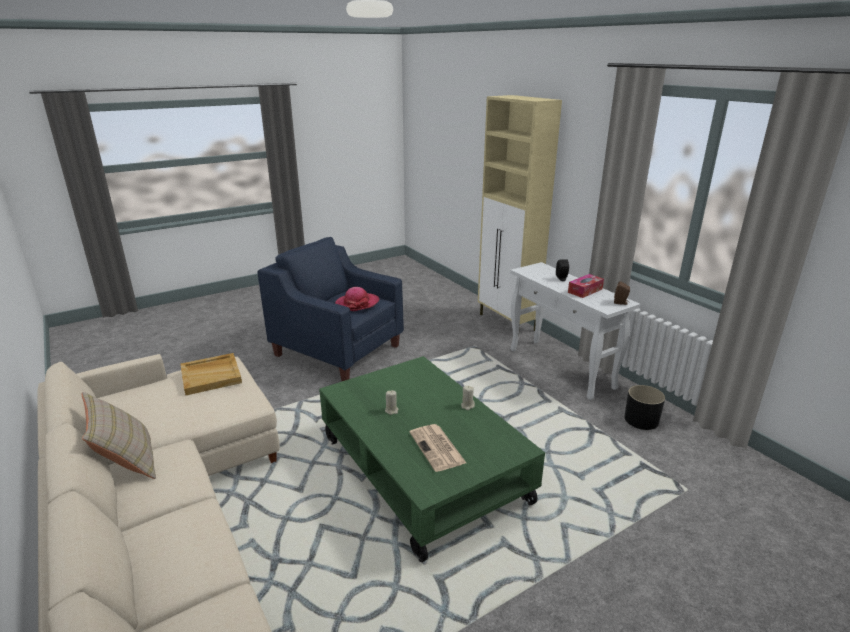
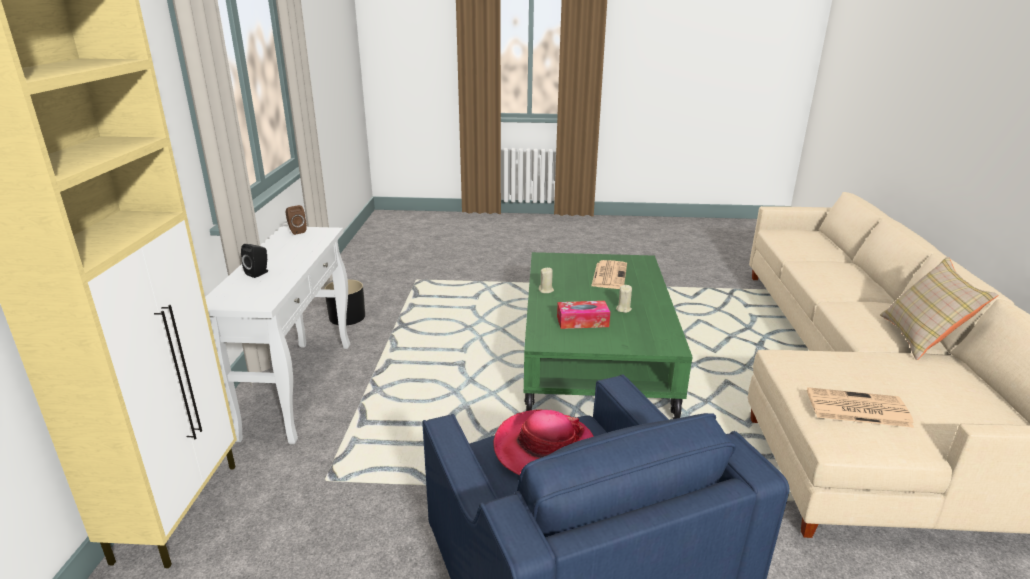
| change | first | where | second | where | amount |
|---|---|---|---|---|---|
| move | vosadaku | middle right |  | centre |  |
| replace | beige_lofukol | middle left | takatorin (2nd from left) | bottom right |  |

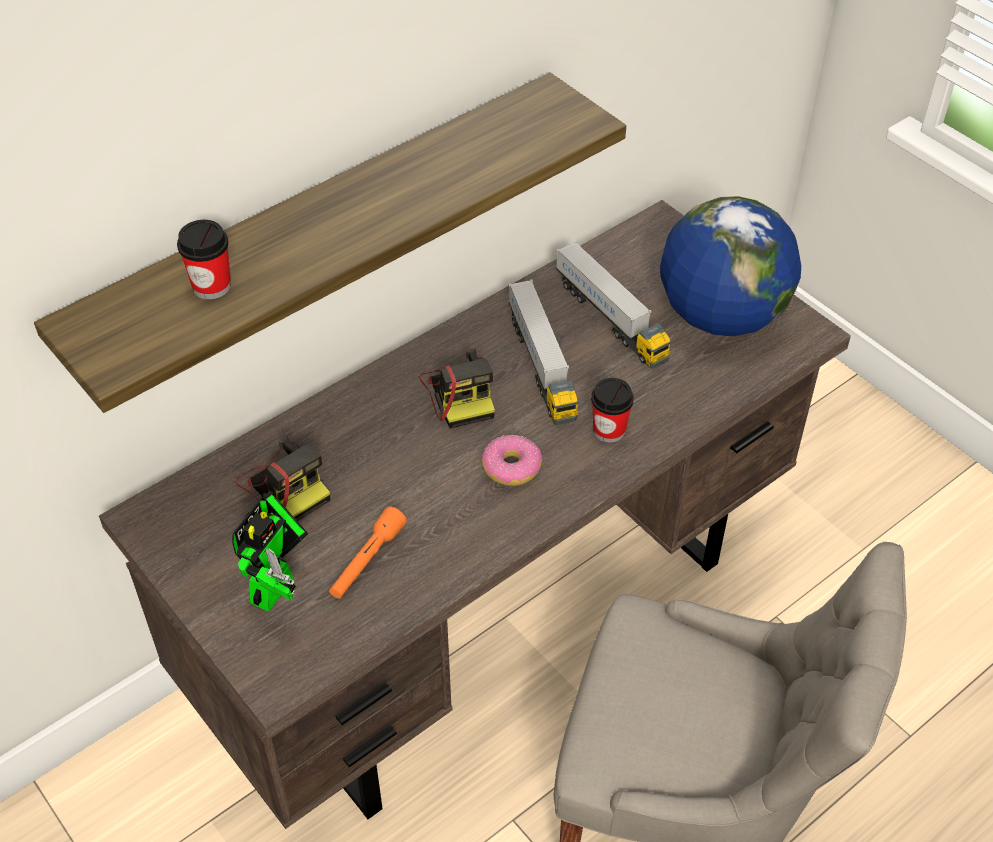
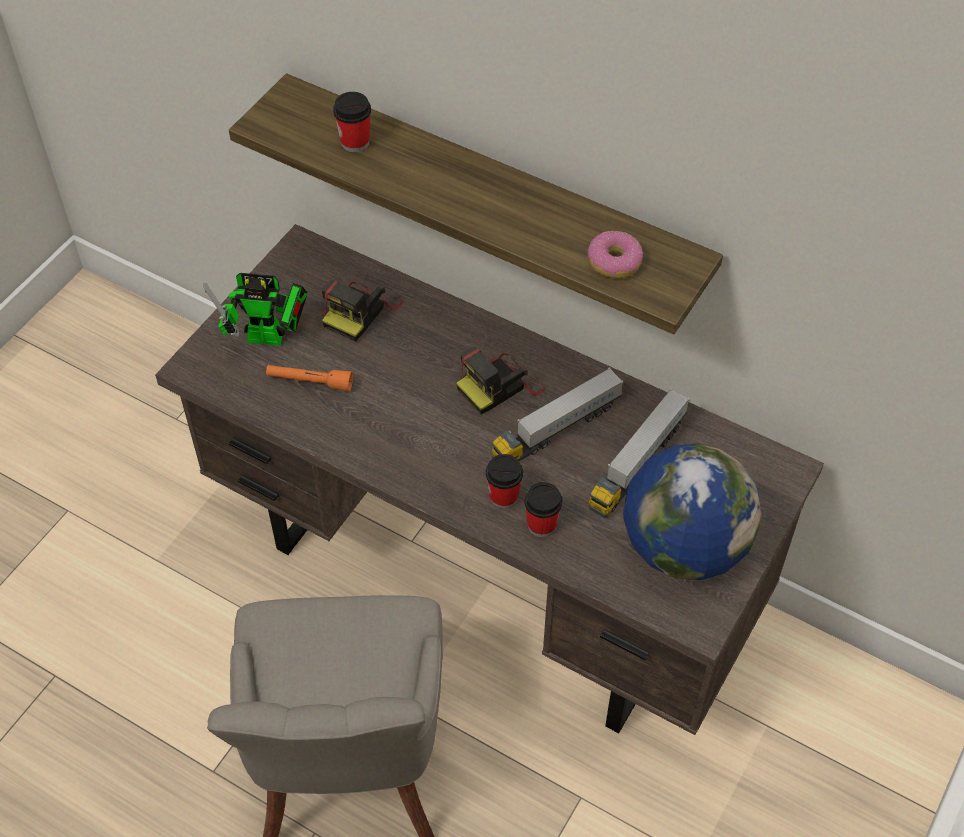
| change | first | where | second | where | amount |
|---|---|---|---|---|---|
| insert |  |  | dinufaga (3rd from left) | centre |  |
| move | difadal | centre |  | top centre |  |

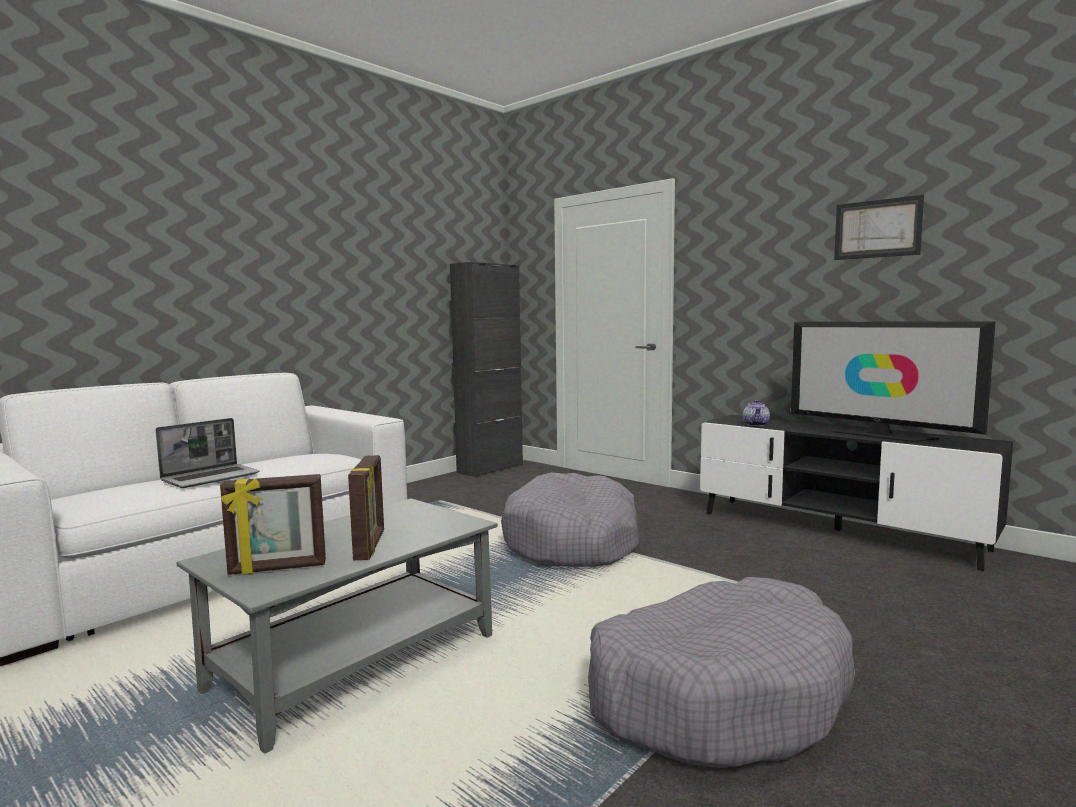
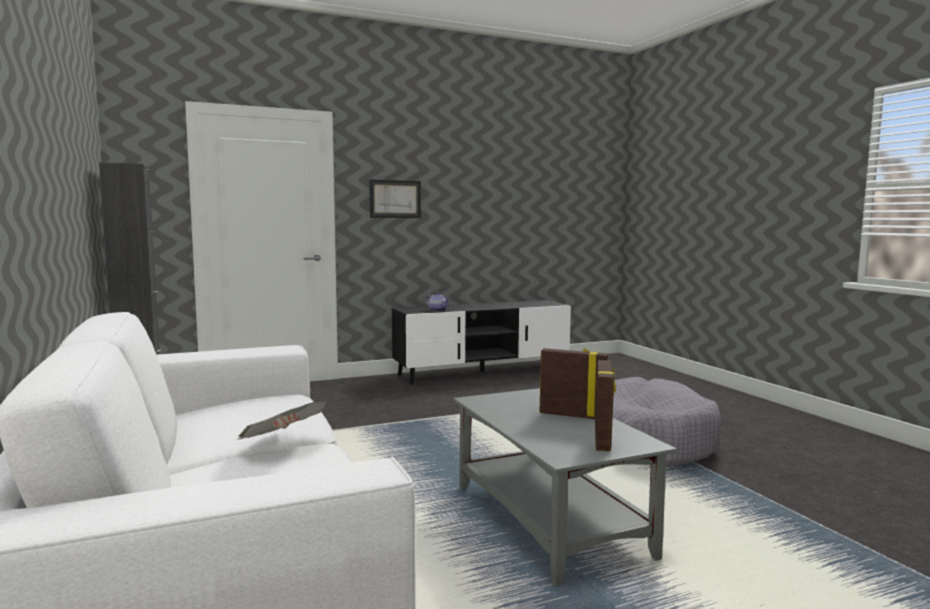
| change | first | where | second | where | amount |
|---|---|---|---|---|---|
| replace | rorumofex | middle left | takatorin | bottom left |  |
| move | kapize | top right |  | top centre |  |
| delete | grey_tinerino (1st from left) | centre |  |  |  |
| delete | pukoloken | middle right |  |  |  |

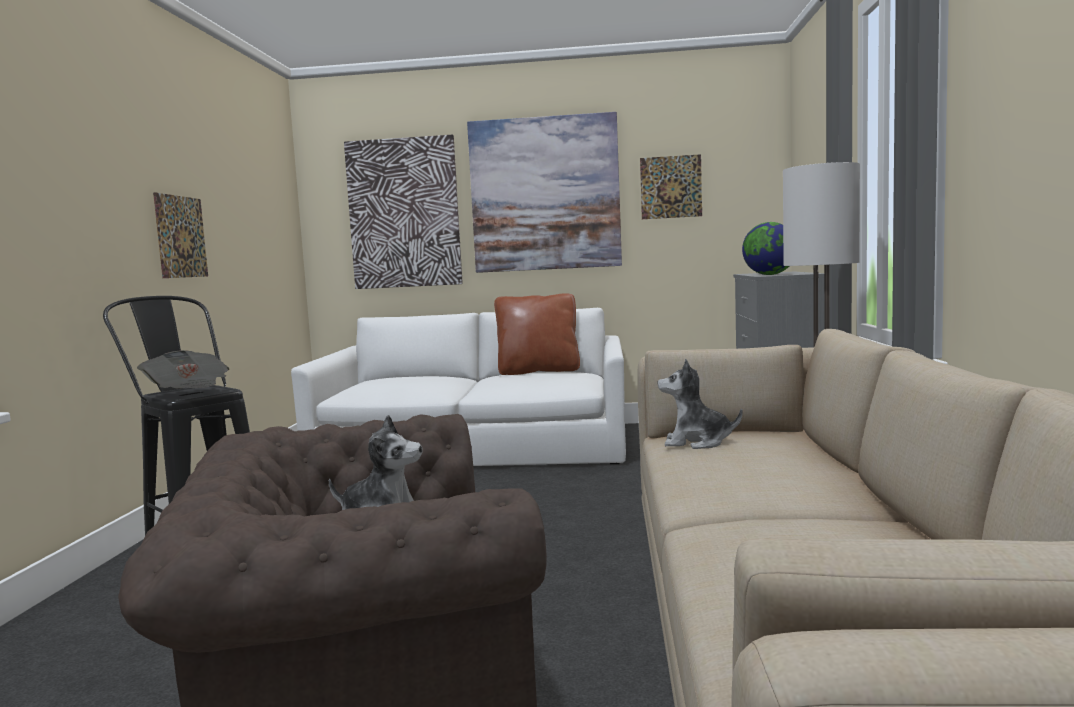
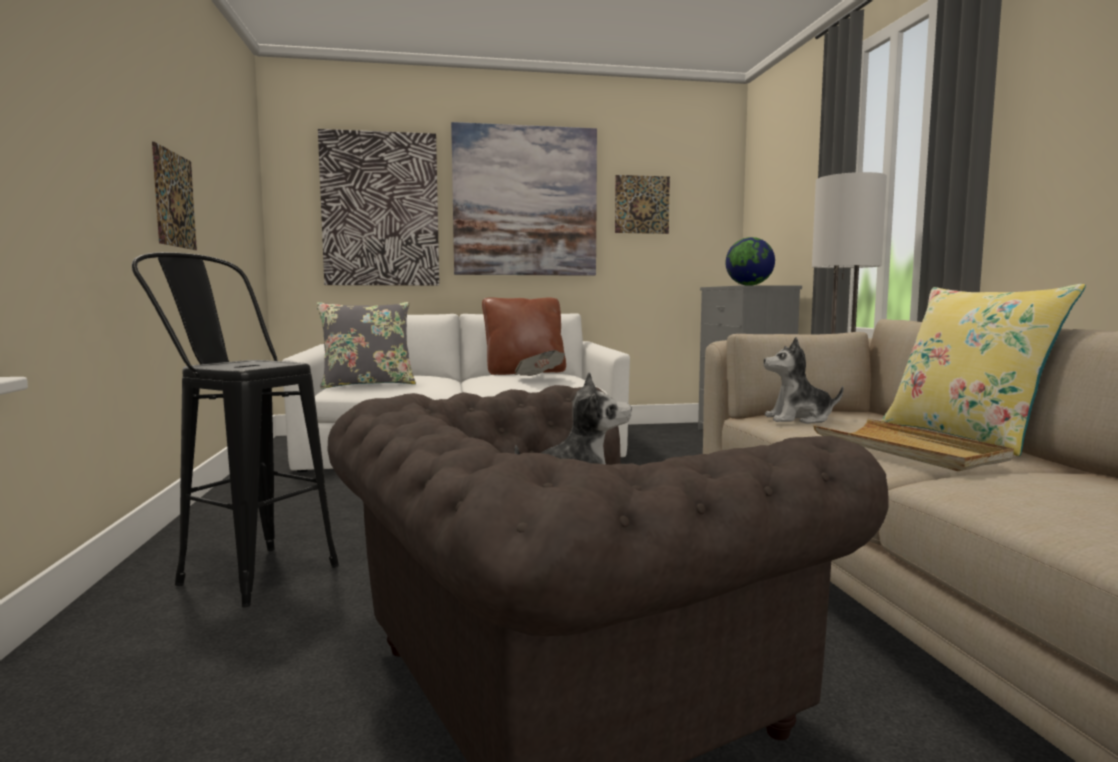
| change | first | where | second | where | amount |
|---|---|---|---|---|---|
| insert |  |  | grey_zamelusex | middle left |  |
| move | takatorin | middle left |  | centre |  |
| insert |  |  | beige_lofukol | middle right |  |
| insert |  |  | yellow_zamelusex | middle right |  |

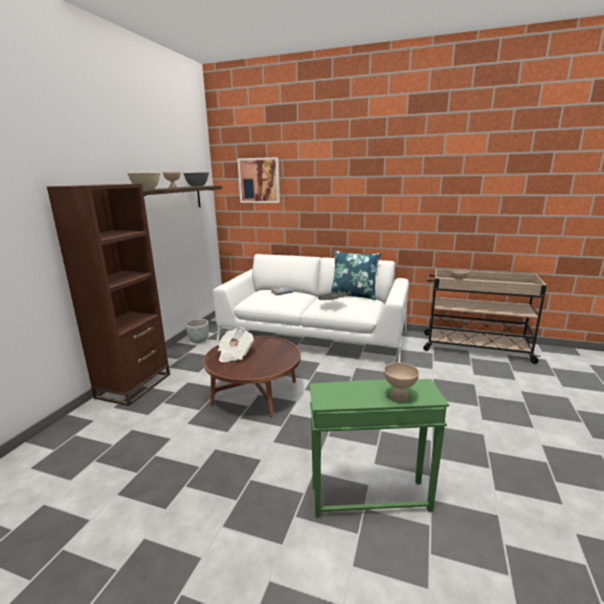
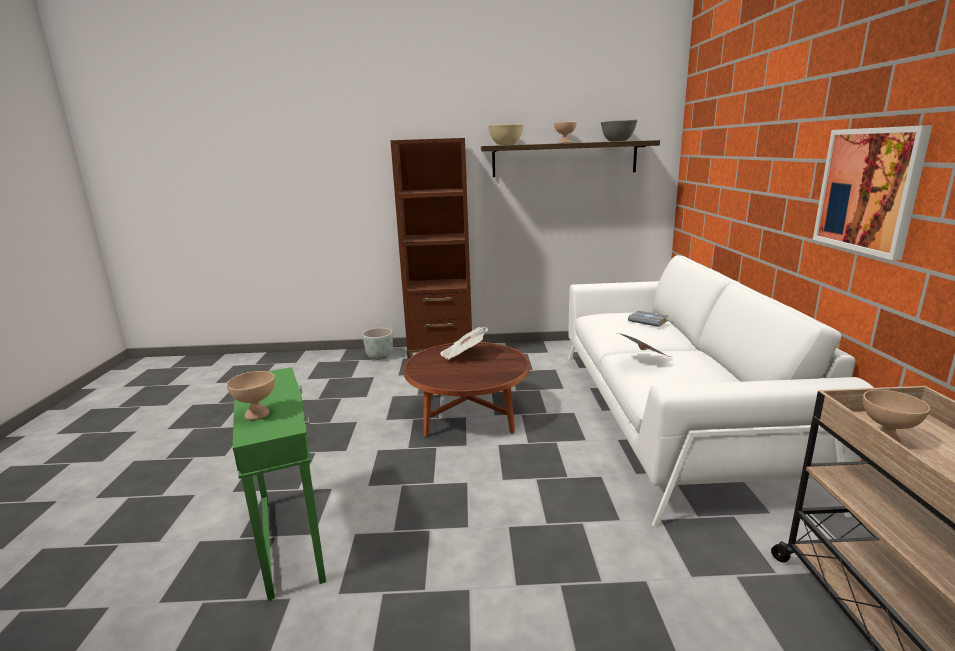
| change | first | where | second | where | amount |
|---|---|---|---|---|---|
| move | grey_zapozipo | middle left |  | centre |  |
| move | kapize | top centre |  | top right |  |
| delete | blue_zamelusex | centre |  |  |  |

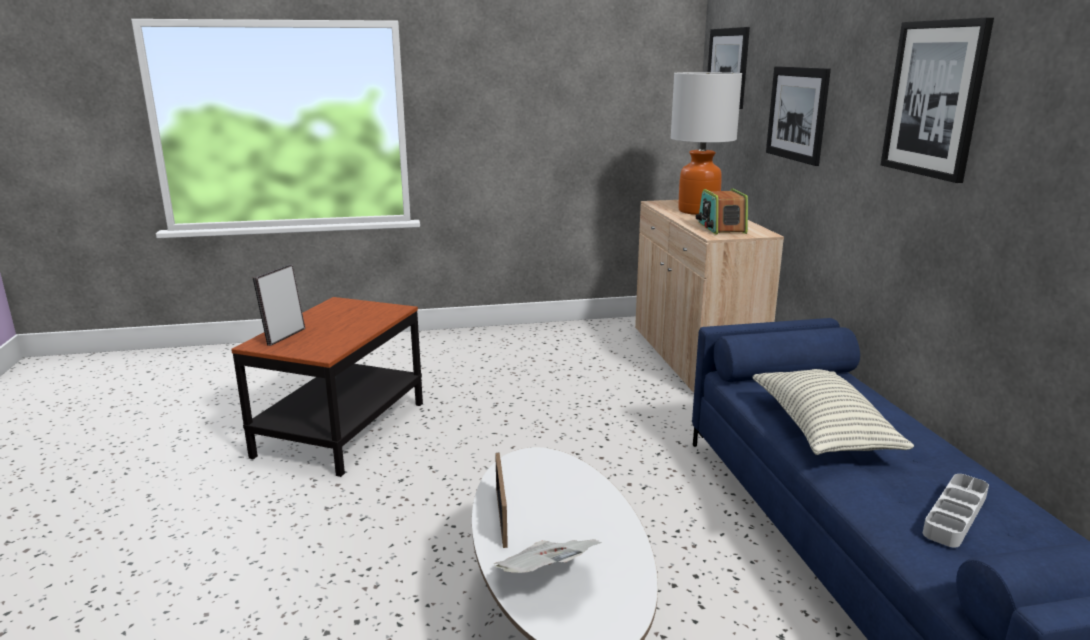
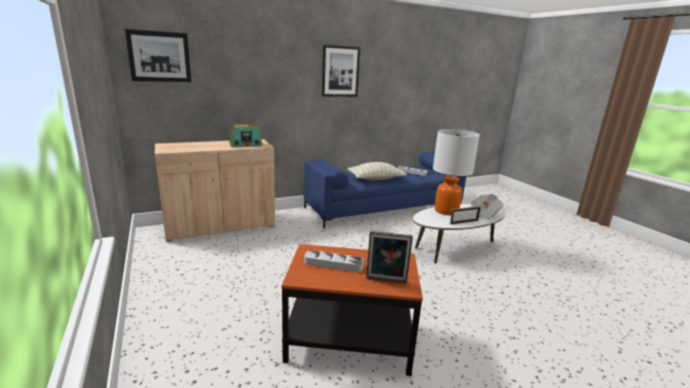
| change | first | where | second | where | amount |
|---|---|---|---|---|---|
| insert |  |  | grey_lofukol (1st from left) | bottom centre |  |
| move | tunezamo | top centre |  | centre |  |
| delete | kapize (2nd from left) | top right |  |  |  |

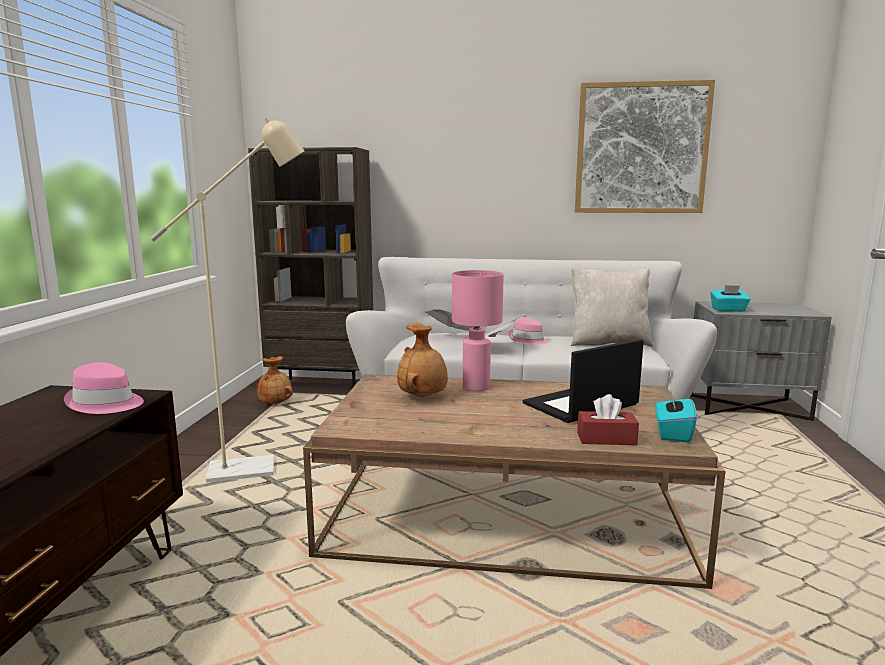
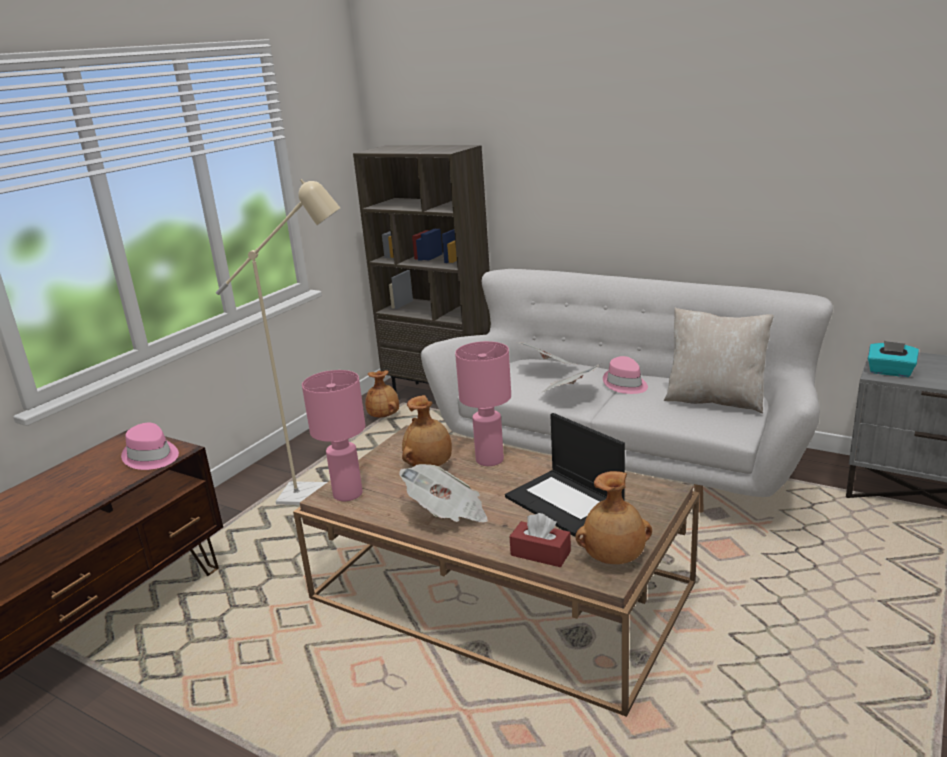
| change | first | where | second | where | amount |
|---|---|---|---|---|---|
| insert |  |  | pink_tunezamo (1st from left) | centre |  |
| insert |  |  | takatorin (1st from left) | centre |  |
| rotate | rorumofex | centre |  | centre | 120 degrees counterclockwise |
| replace | turquoise_vosadaku (1st from left) | middle right | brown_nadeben (3rd from left) | bottom centre |  |
| delete | kapize | top right |  |  |  |

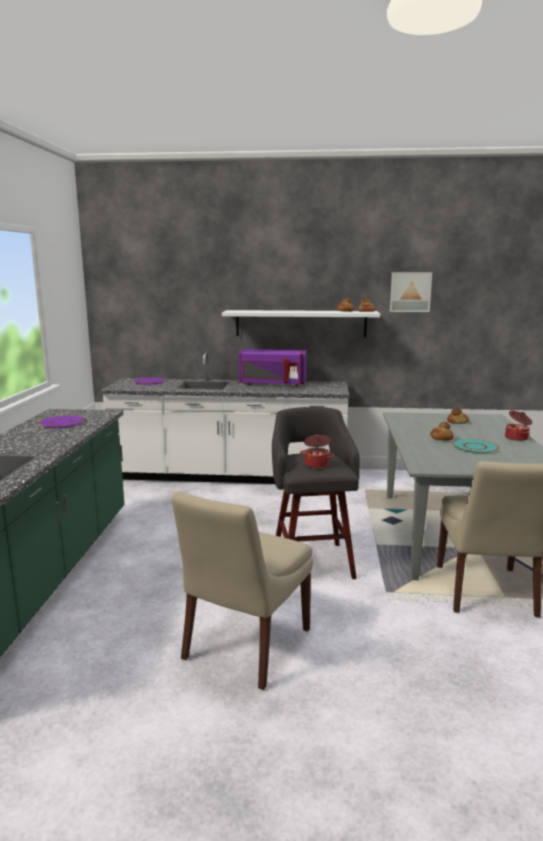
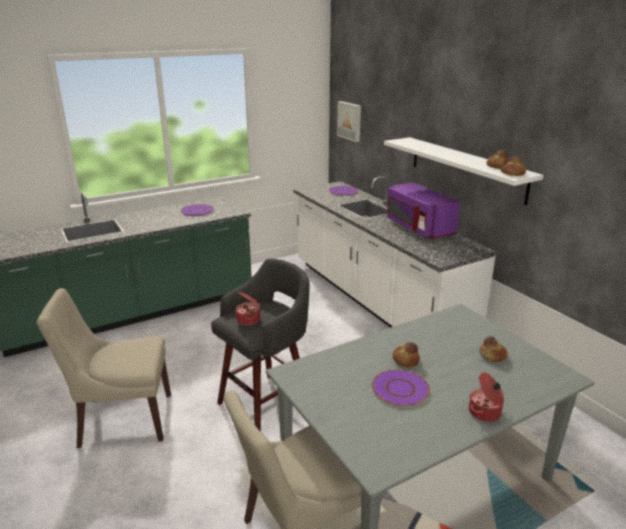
| change | first | where | second | where | amount |
|---|---|---|---|---|---|
| move | kapize | middle right |  | top centre |  |
| recolor | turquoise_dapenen | middle right | purple_dapenen (3rd from left) | bottom centre |  |

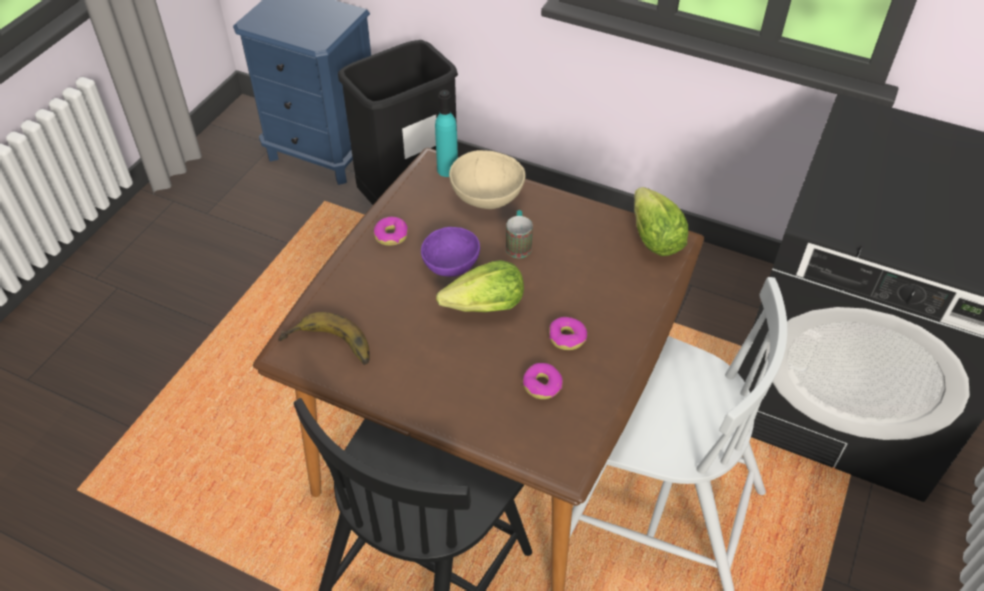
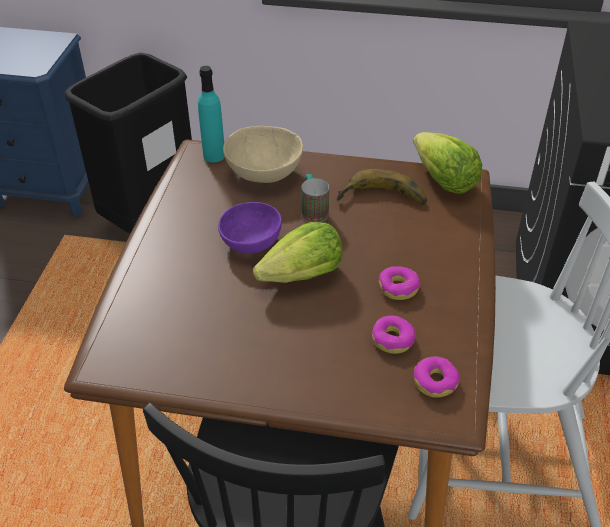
| change | first | where | second | where | amount |
|---|---|---|---|---|---|
| move | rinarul | middle left |  | centre |  |
| move | difadal (1st from left in the first image) | centre | difadal (3rd from left) | bottom right |  |

